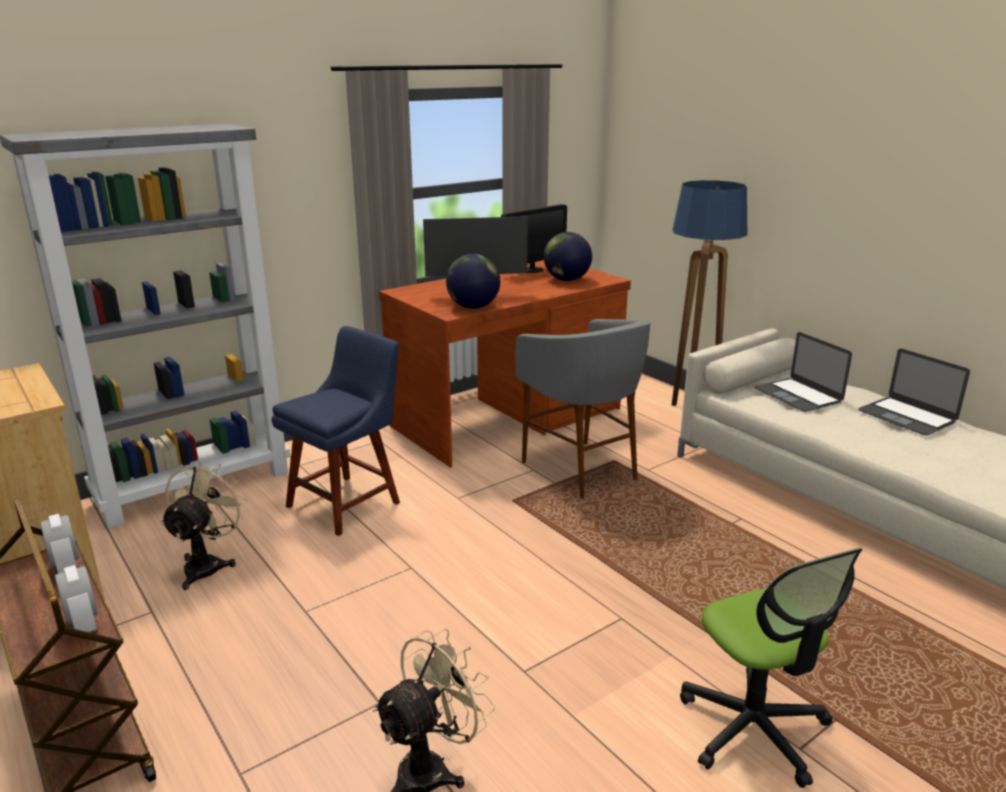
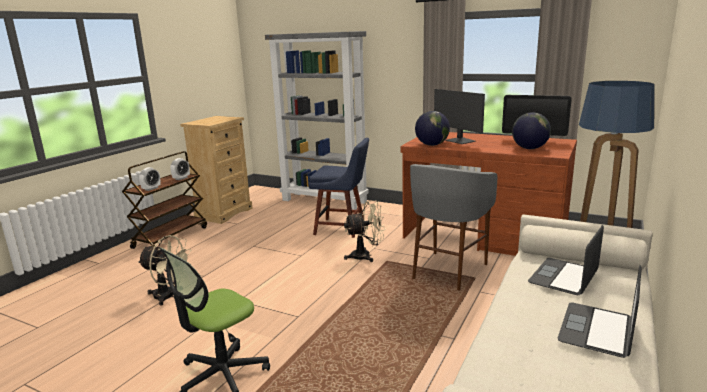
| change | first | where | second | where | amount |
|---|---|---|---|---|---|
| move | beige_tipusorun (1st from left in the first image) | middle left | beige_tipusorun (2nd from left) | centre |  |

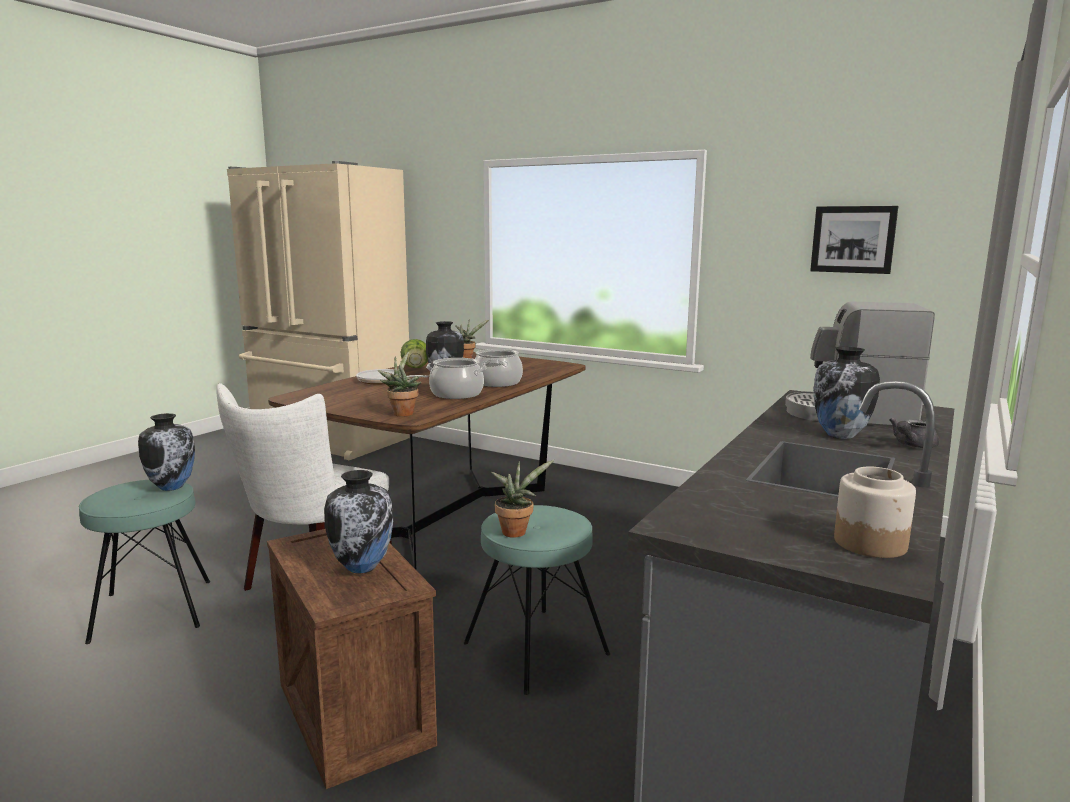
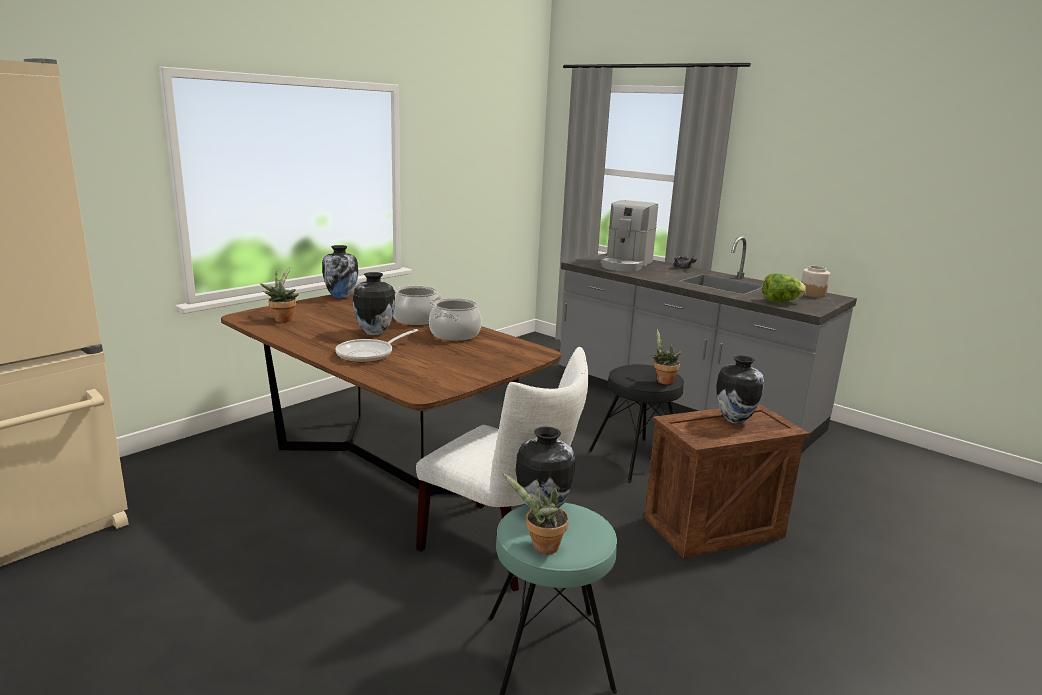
| change | first | where | second | where | amount |
|---|---|---|---|---|---|
| move | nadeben (4th from left in the first image) | middle right | nadeben (1st from left) | middle left |  |
| move | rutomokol (1st from left in the first image) | centre | rutomokol (2nd from left) | bottom centre |  |
| recolor | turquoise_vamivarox (2nd from left) | bottom centre | black_vamivarox | centre |  |
| move | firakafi | centre |  | middle right |  |
| delete | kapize | top right |  |  |  |

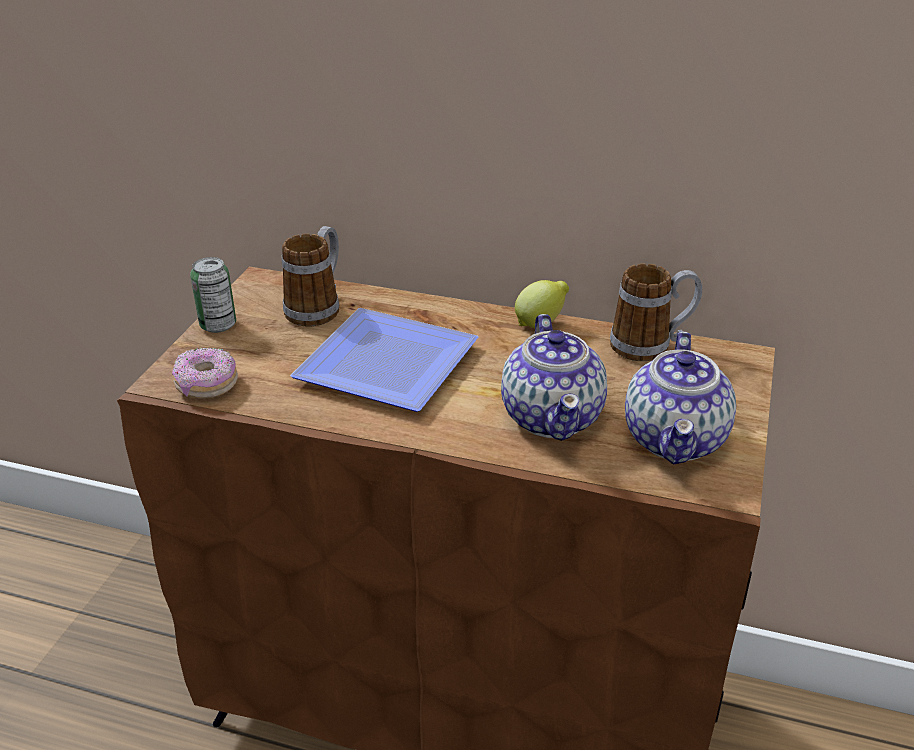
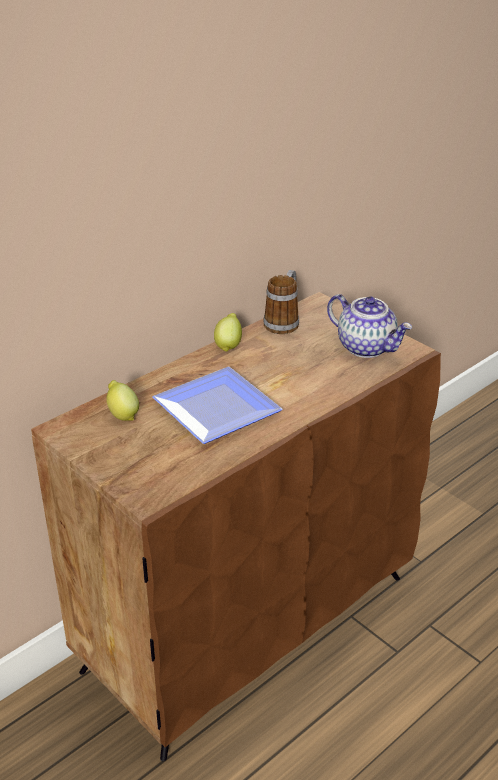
| change | first | where | second | where | amount |
|---|---|---|---|---|---|
| replace | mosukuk (1st from left) | centre | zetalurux (1st from left) | middle left |  |
| delete | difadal | middle left |  |  |  |
| delete | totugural | middle left |  |  |  |
| delete | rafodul (1st from left) | centre |  |  |  |

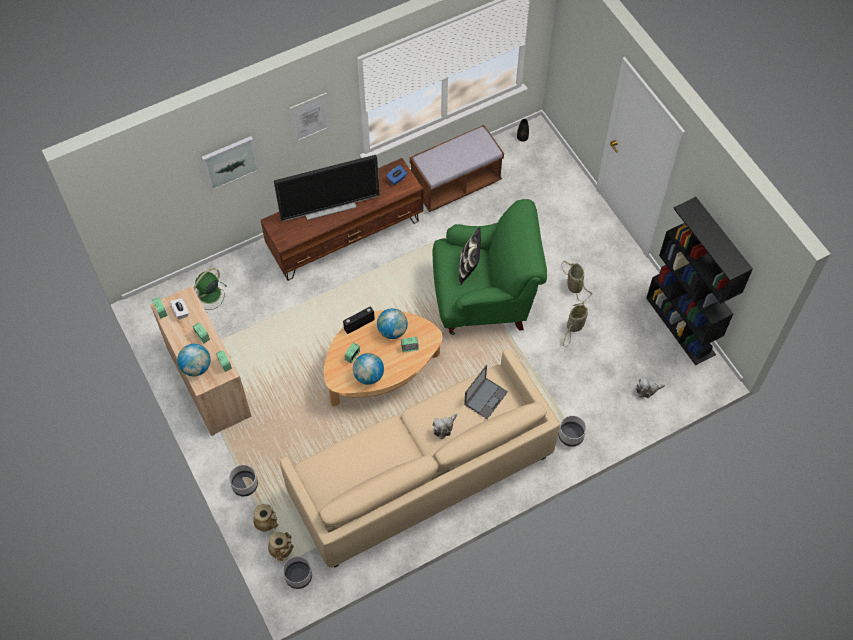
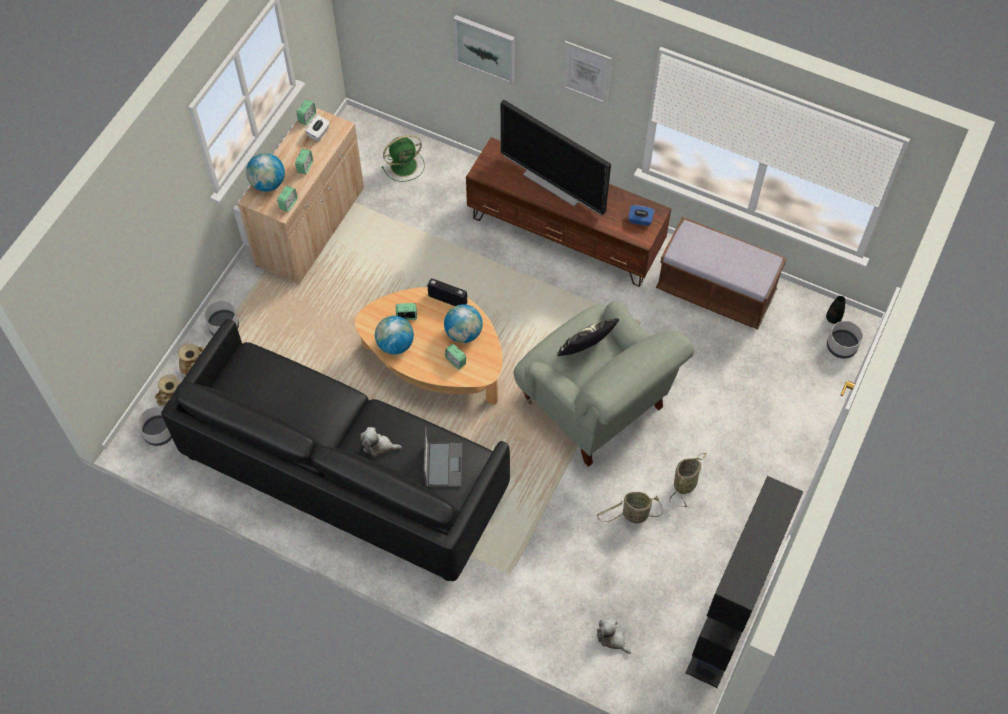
| change | first | where | second | where | amount |
|---|---|---|---|---|---|
| recolor | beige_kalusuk | bottom centre | black_kalusuk | middle left |  |
| rotate | green_tipusorun | middle left |  | top centre | 150 degrees clockwise |
| rotate | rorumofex | centre |  | centre | 90 degrees counterclockwise |
| recolor | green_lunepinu | centre | grey_lunepinu | centre |  |
| move | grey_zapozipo (3rd from left) | bottom right |  | middle right |  |

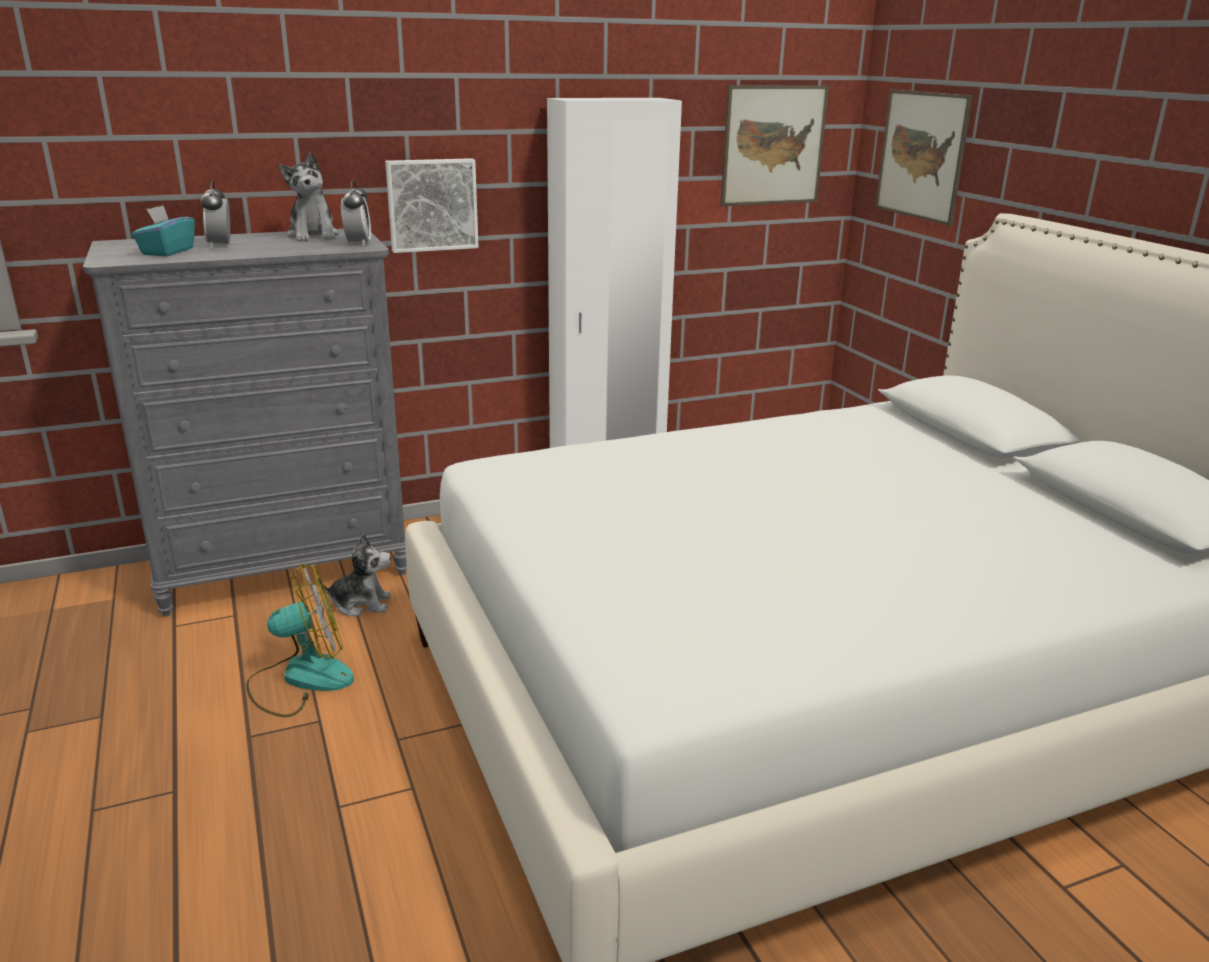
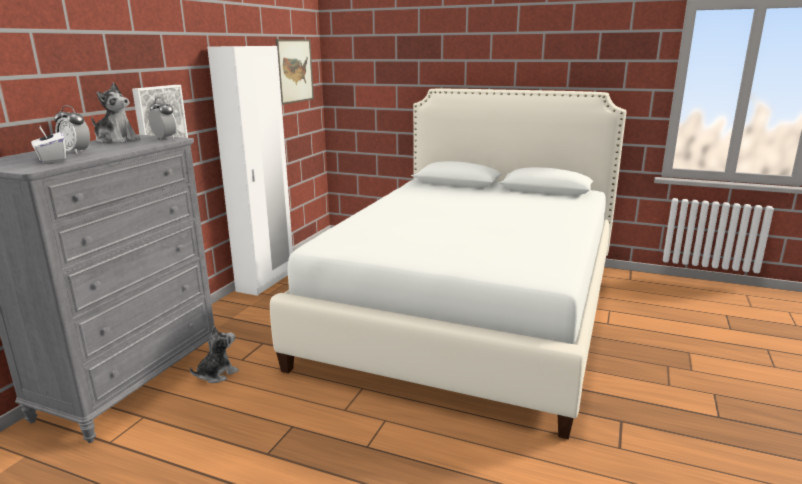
| change | first | where | second | where | amount |
|---|---|---|---|---|---|
| recolor | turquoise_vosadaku | top left | white_vosadaku | top left |  |
| delete | tipusorun | middle left |  |  |  |
| delete | kapize (3rd from left) | top right |  |  |  |

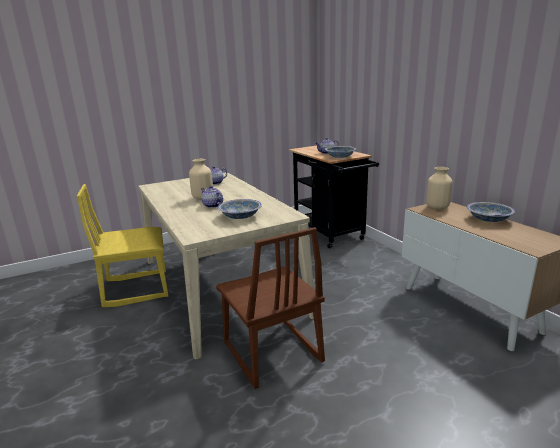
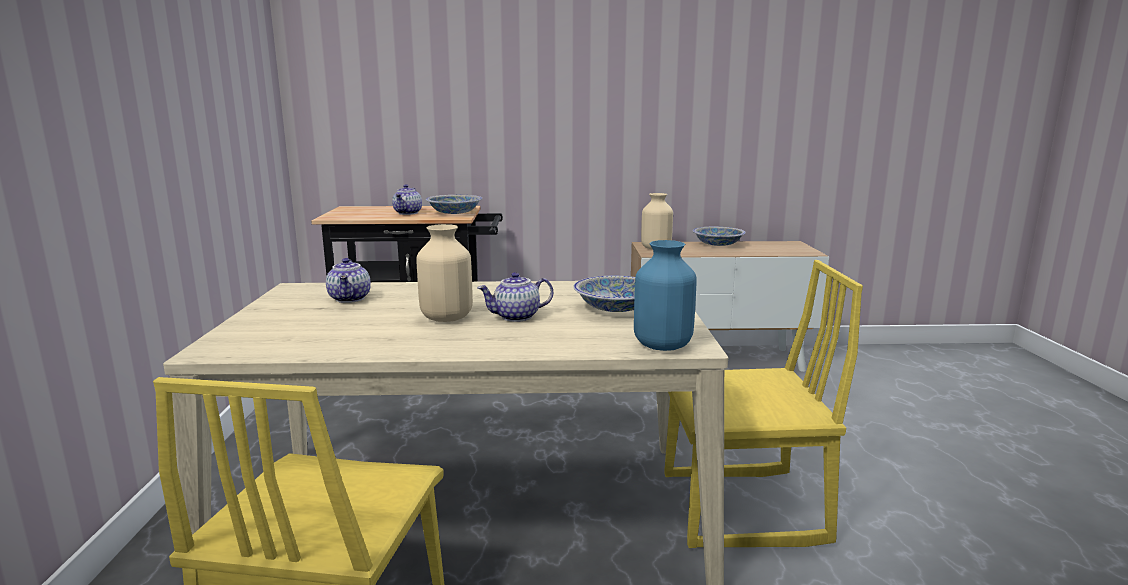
| change | first | where | second | where | amount |
|---|---|---|---|---|---|
| insert |  |  | blue_nadeben | centre |  |
| recolor | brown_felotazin | bottom centre | yellow_felotazin (2nd from left) | bottom right |  |

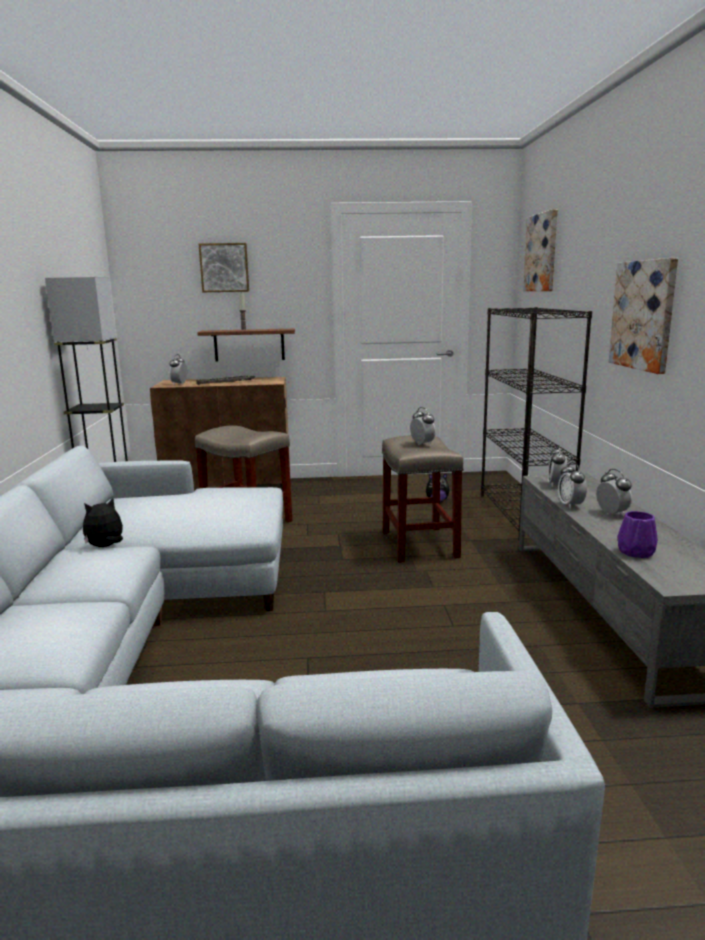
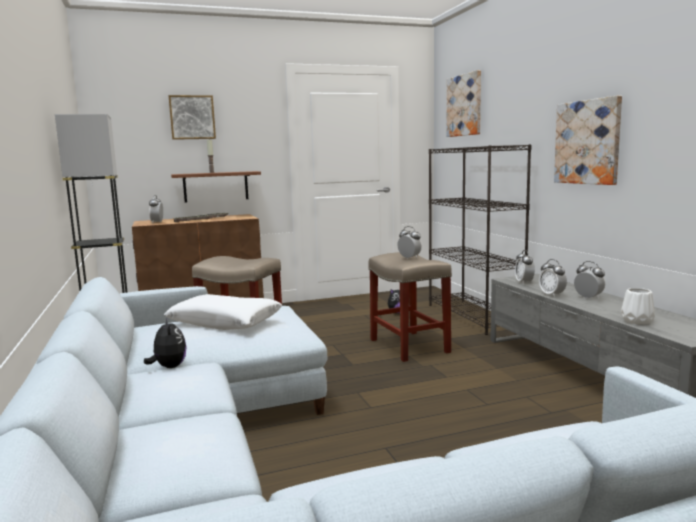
| change | first | where | second | where | amount |
|---|---|---|---|---|---|
| rotate | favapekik (1st from left) | middle left |  | middle left | 120 degrees clockwise |
| insert |  |  | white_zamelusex | middle left |  |
| recolor | purple_nadeben | middle right | white_nadeben | middle right |  |

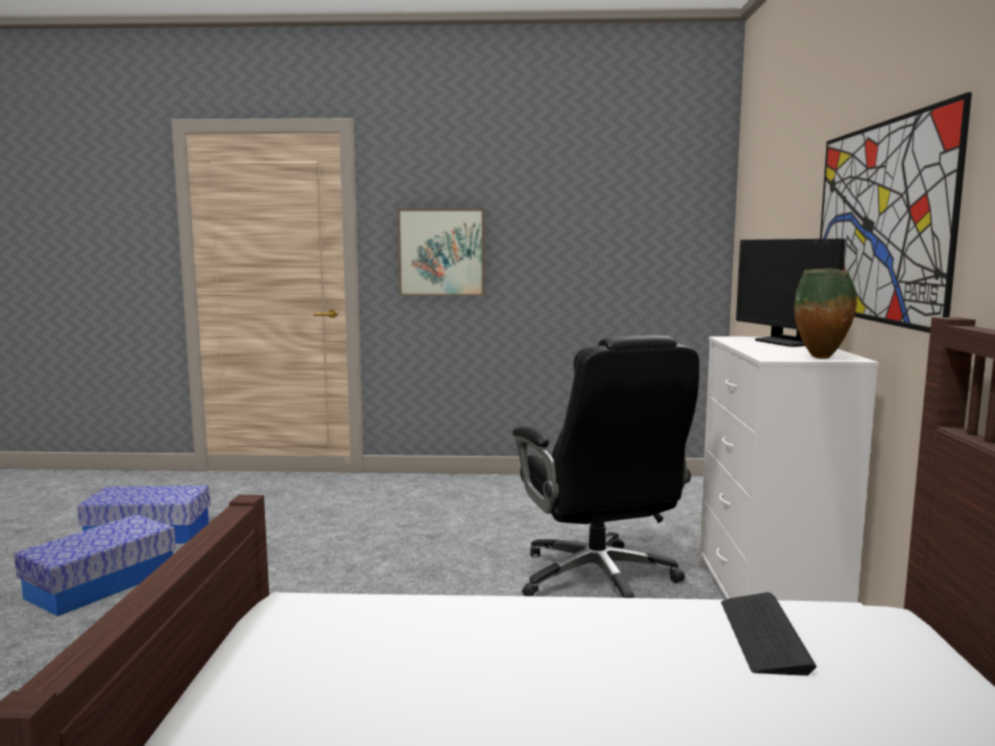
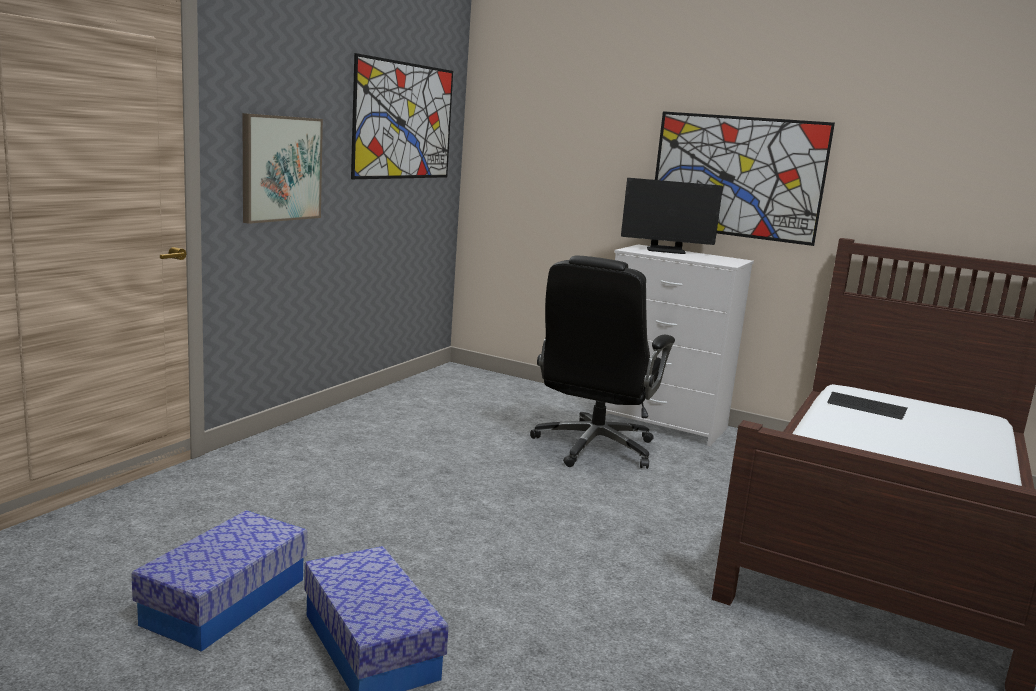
| change | first | where | second | where | amount |
|---|---|---|---|---|---|
| insert |  |  | kapize (2nd from left) | top centre |  |
| rotate | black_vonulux | centre |  | centre | 105 degrees clockwise |
| delete | nadeben | middle right |  |  |  |

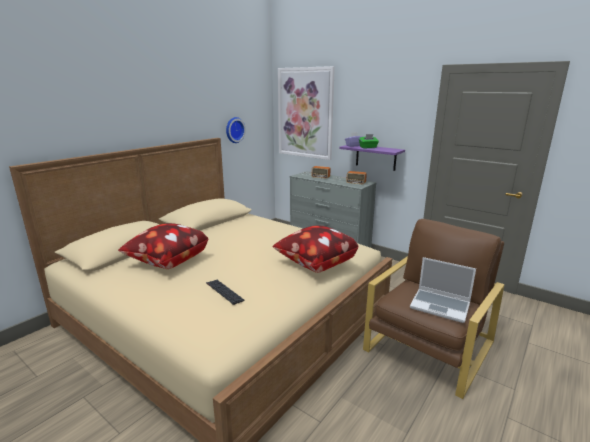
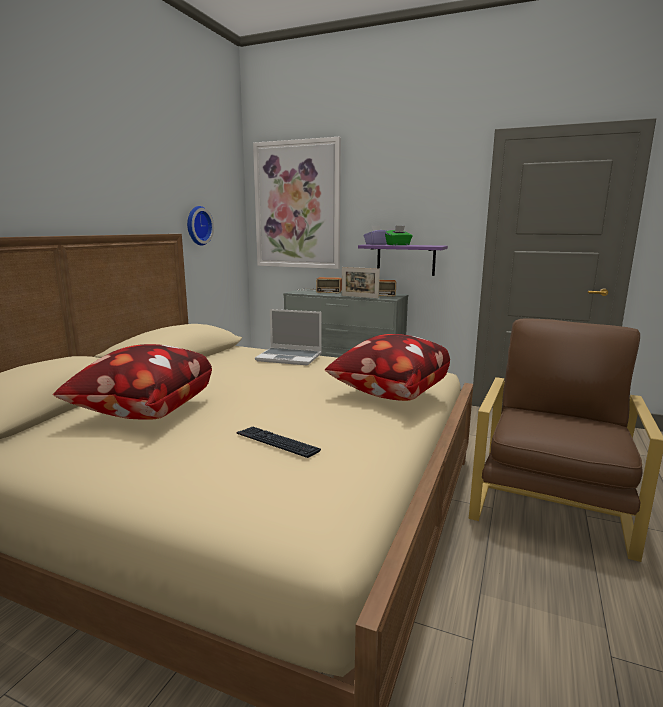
| change | first | where | second | where | amount |
|---|---|---|---|---|---|
| move | rorumofex | middle right |  | centre |  |
| insert |  |  | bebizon | centre |  |

